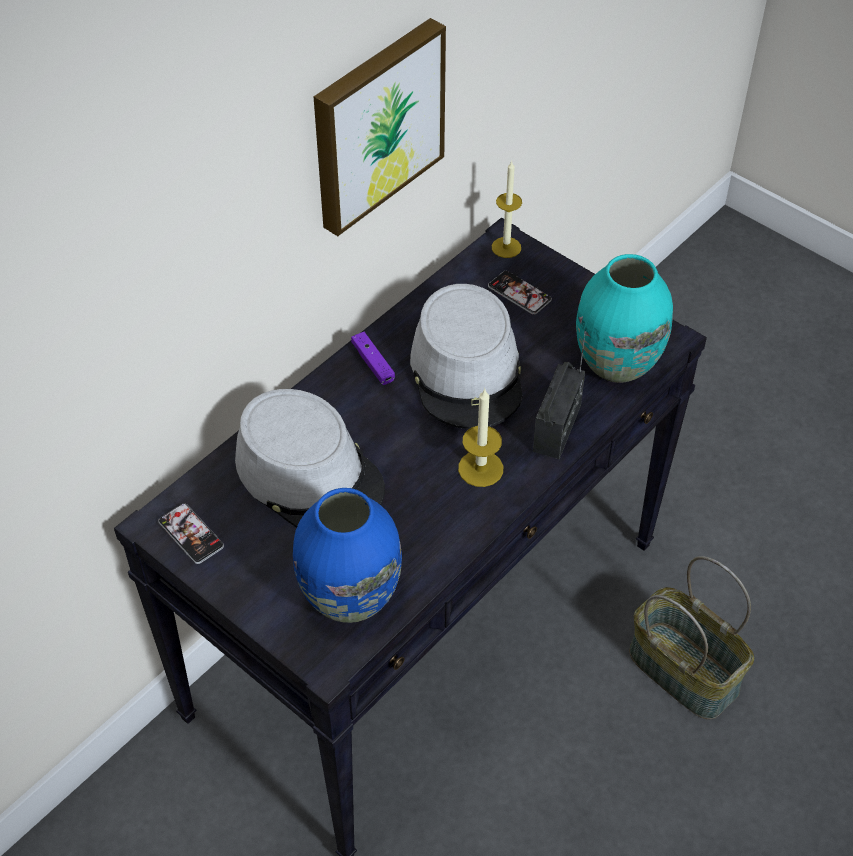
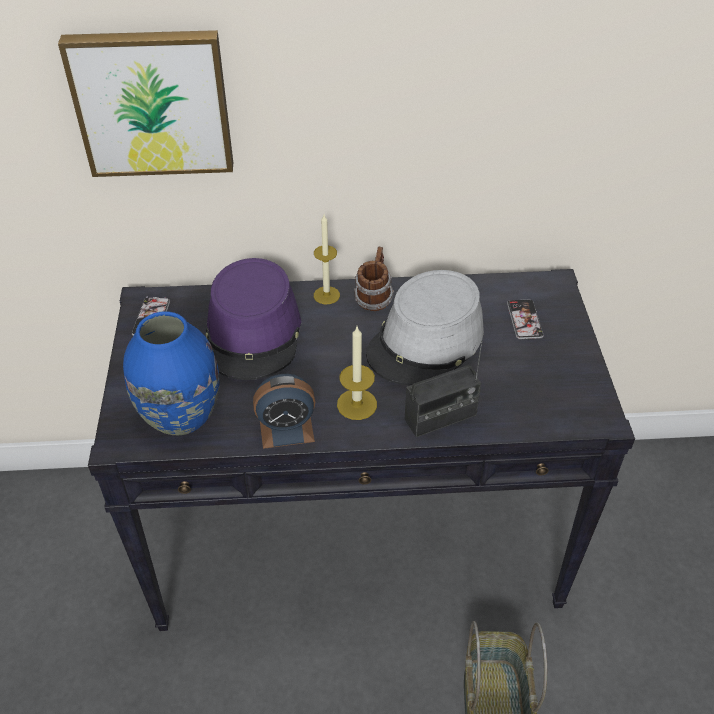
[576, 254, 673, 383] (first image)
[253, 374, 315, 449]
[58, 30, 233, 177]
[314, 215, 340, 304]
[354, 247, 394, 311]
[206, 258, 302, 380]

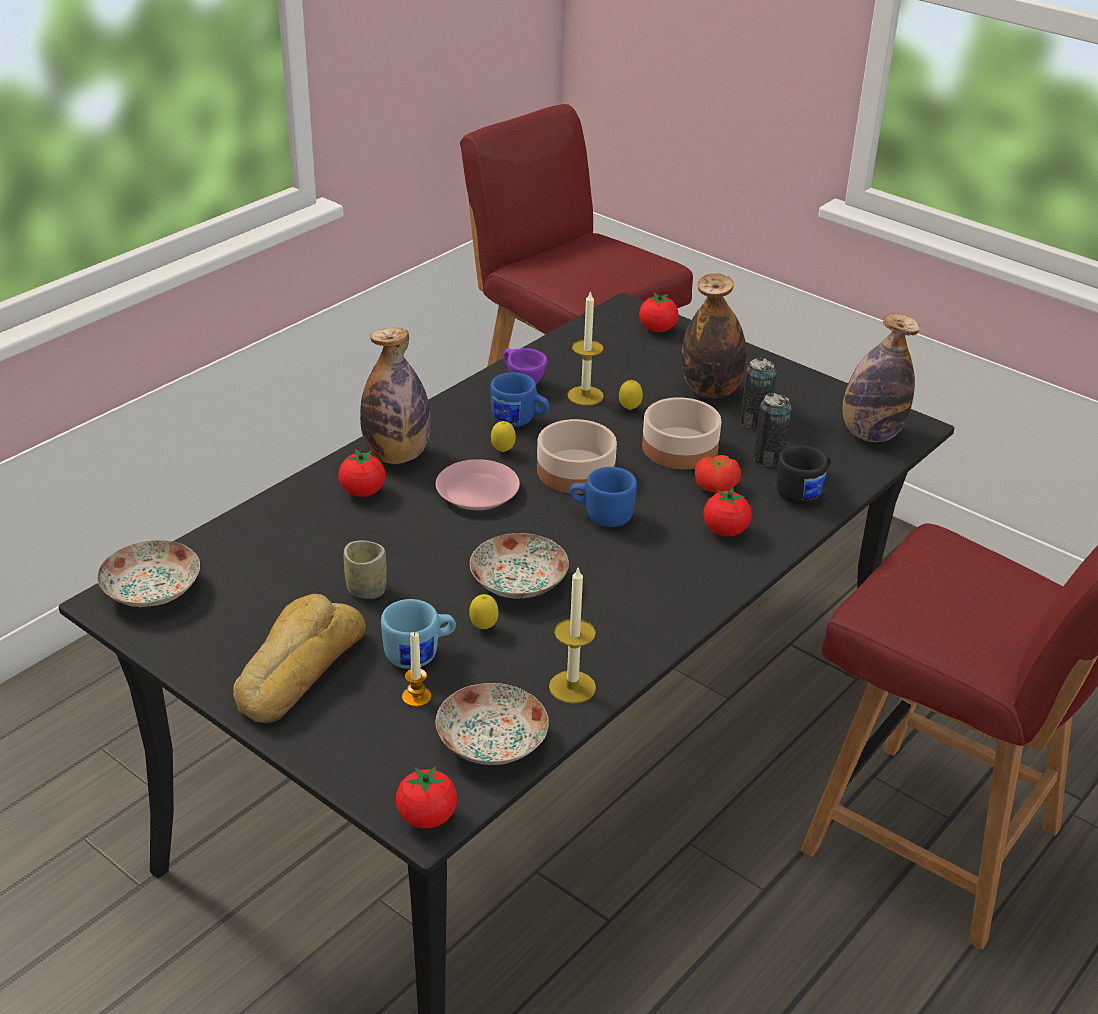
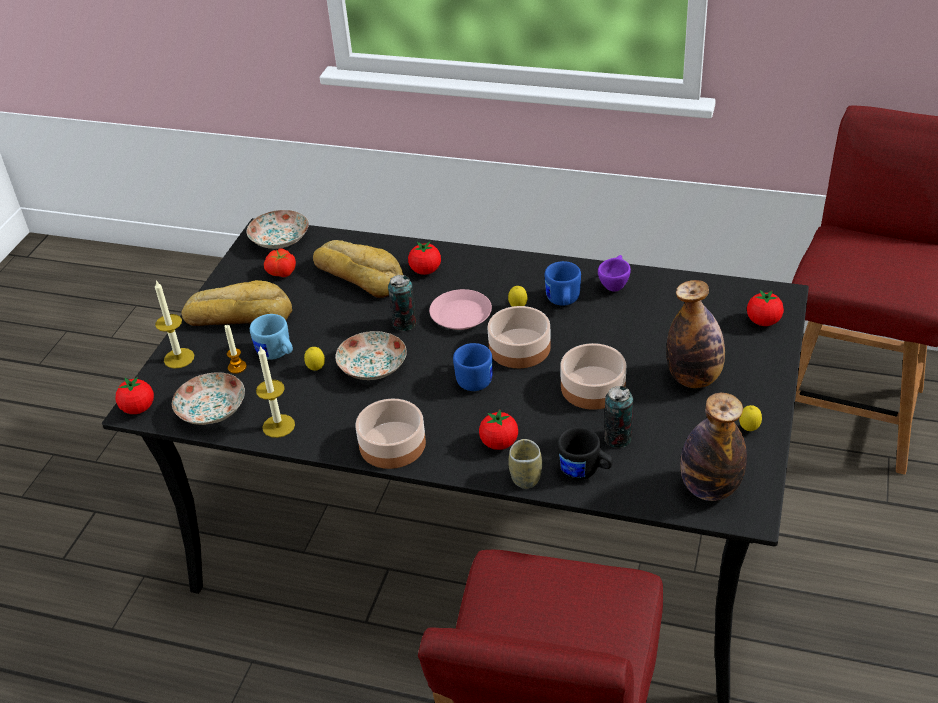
[360, 328, 431, 464] (first image)
[313, 240, 403, 298]
[355, 399, 426, 469]
[508, 439, 542, 489]
[155, 280, 194, 369]
[739, 405, 762, 431]
[264, 248, 296, 277]
[388, 275, 417, 331]

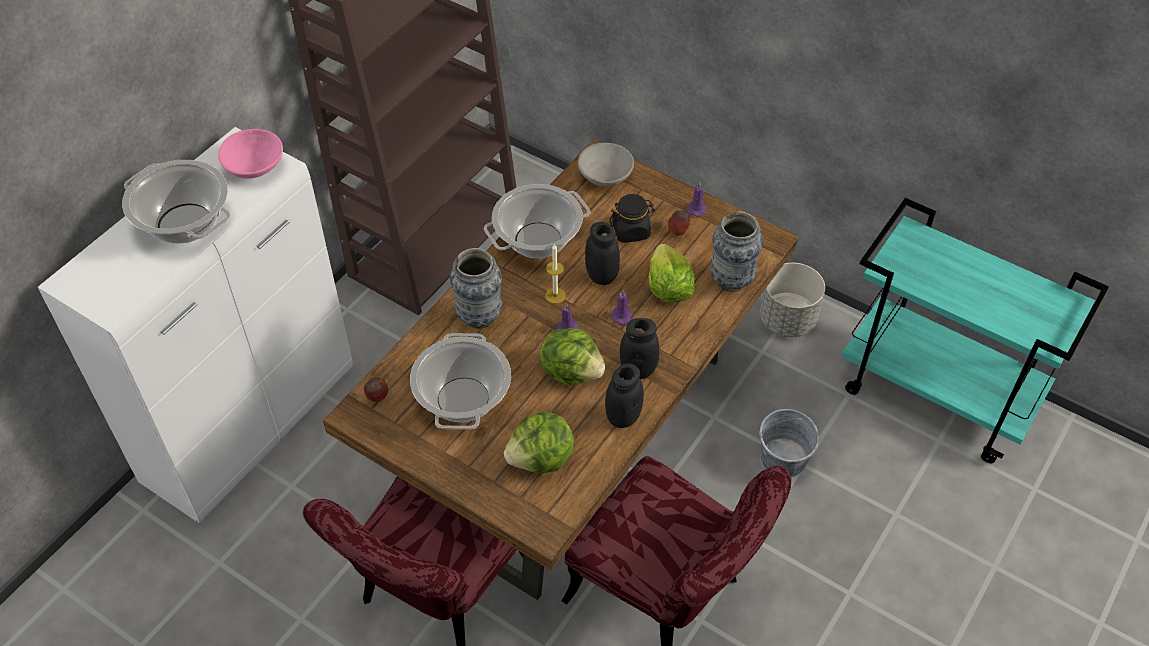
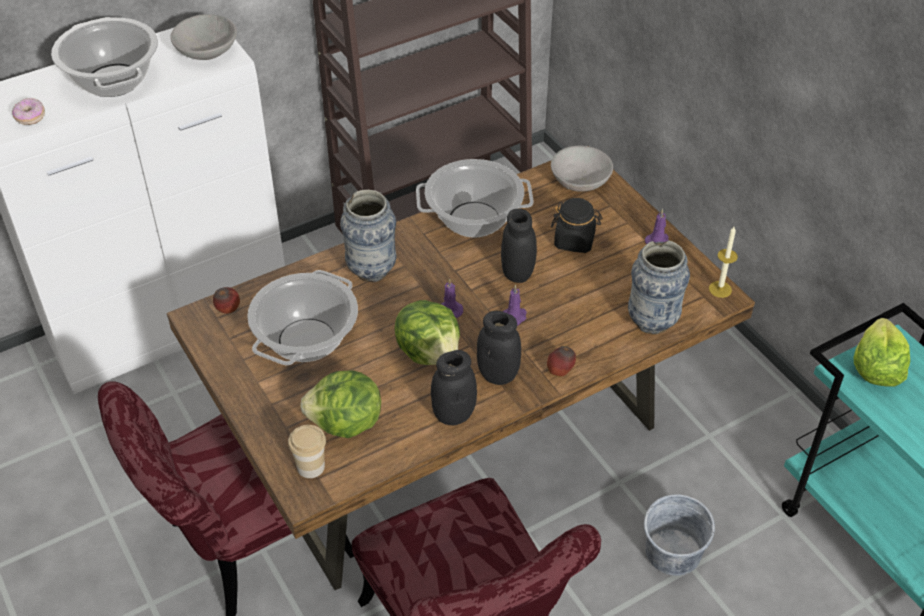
[760, 263, 825, 337] (first image)
[12, 98, 45, 125]
[288, 425, 326, 478]
[709, 227, 738, 298]
[854, 318, 910, 387]
[547, 346, 576, 377]
[170, 14, 237, 60]

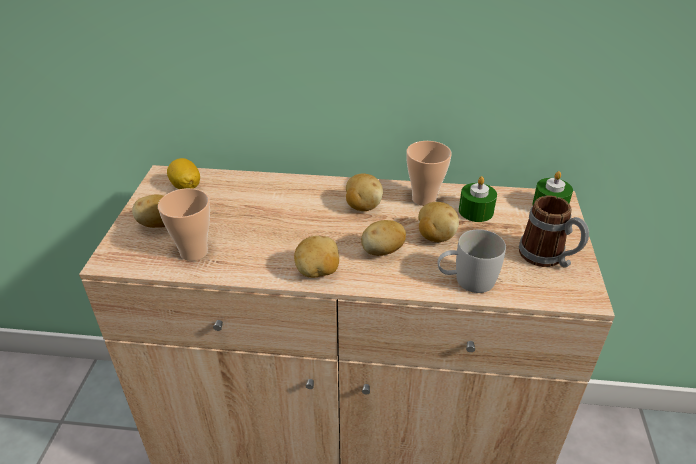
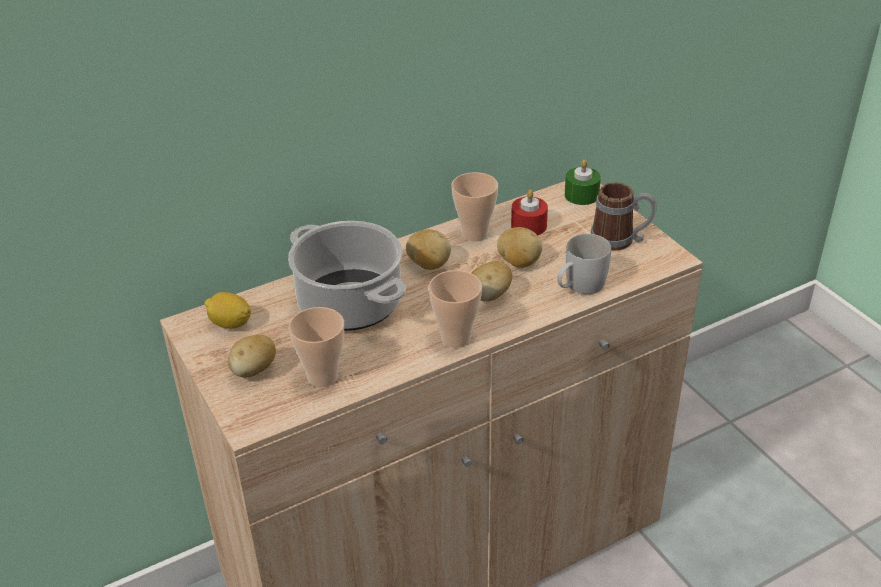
[288, 221, 406, 331]
[429, 270, 482, 348]
[511, 190, 548, 236]

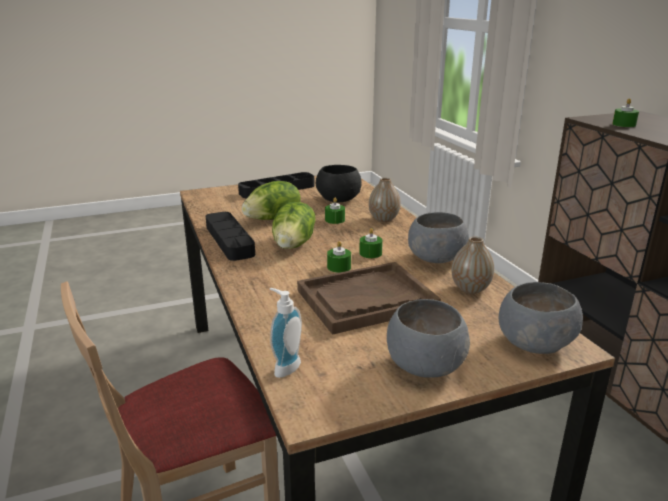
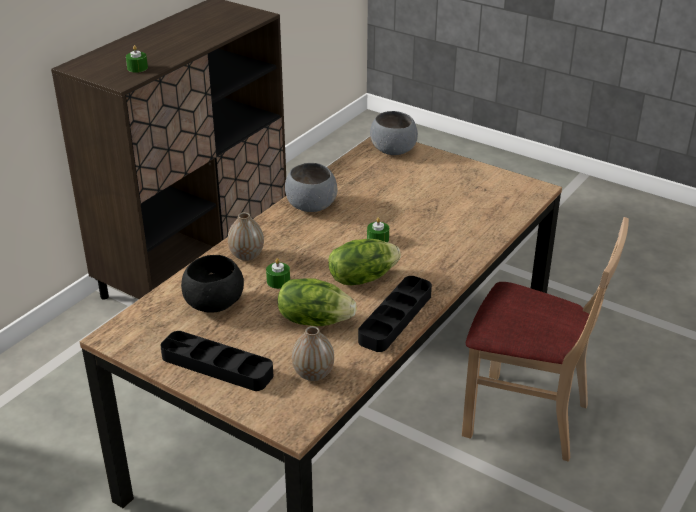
[270, 288, 302, 378] (first image)
[297, 262, 441, 335] (first image)
[359, 228, 383, 258] (first image)
[387, 299, 470, 378] (first image)
[292, 326, 334, 381]

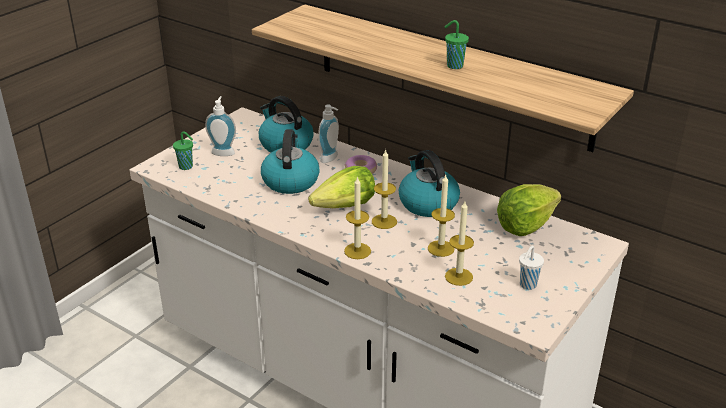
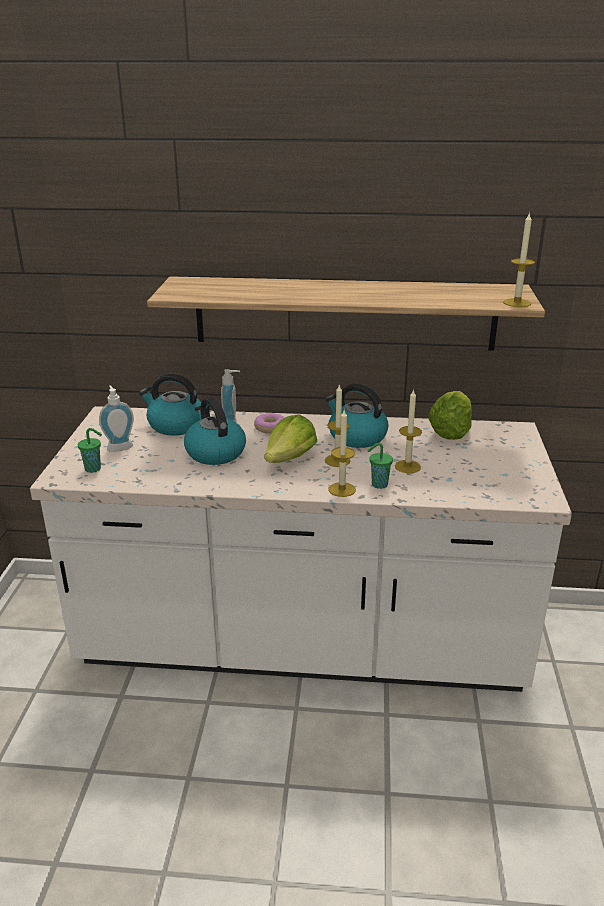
[519, 246, 544, 290] (first image)
[367, 443, 393, 489]
[503, 212, 535, 307]

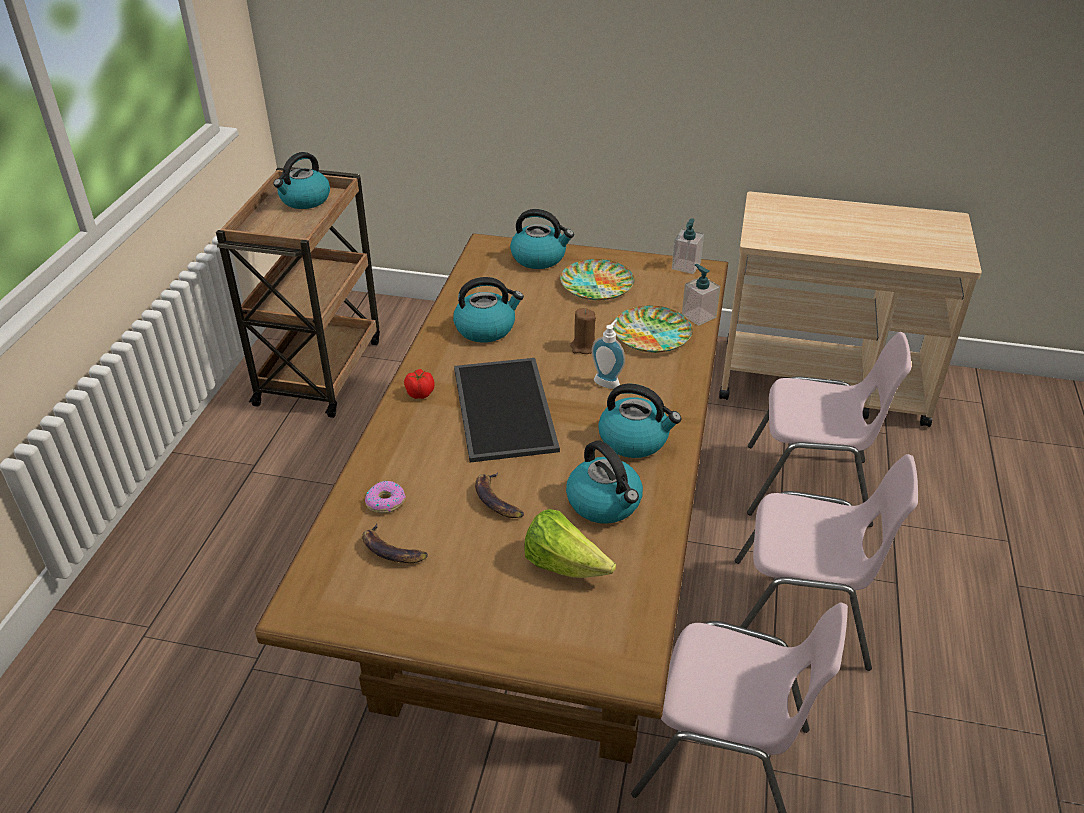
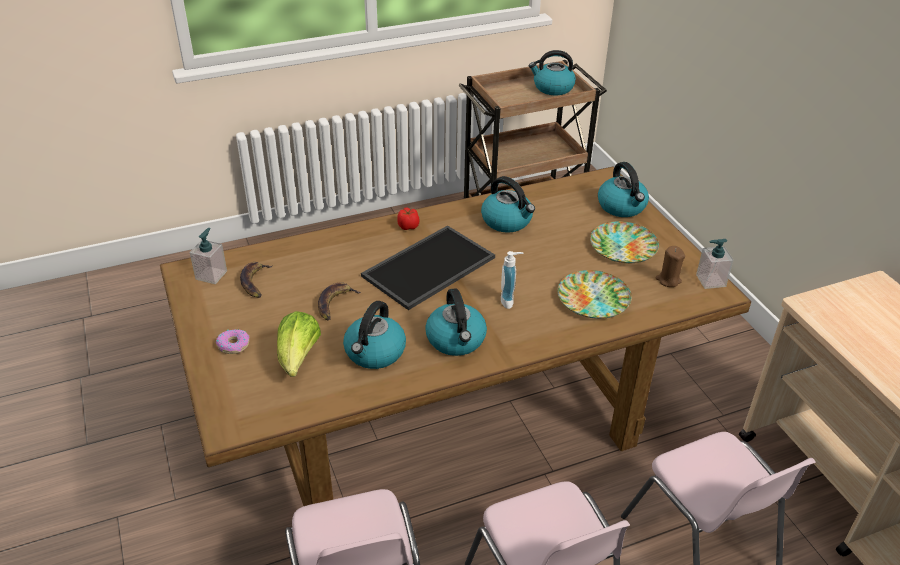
[216, 329, 249, 354]
[655, 246, 685, 287]
[190, 228, 227, 284]

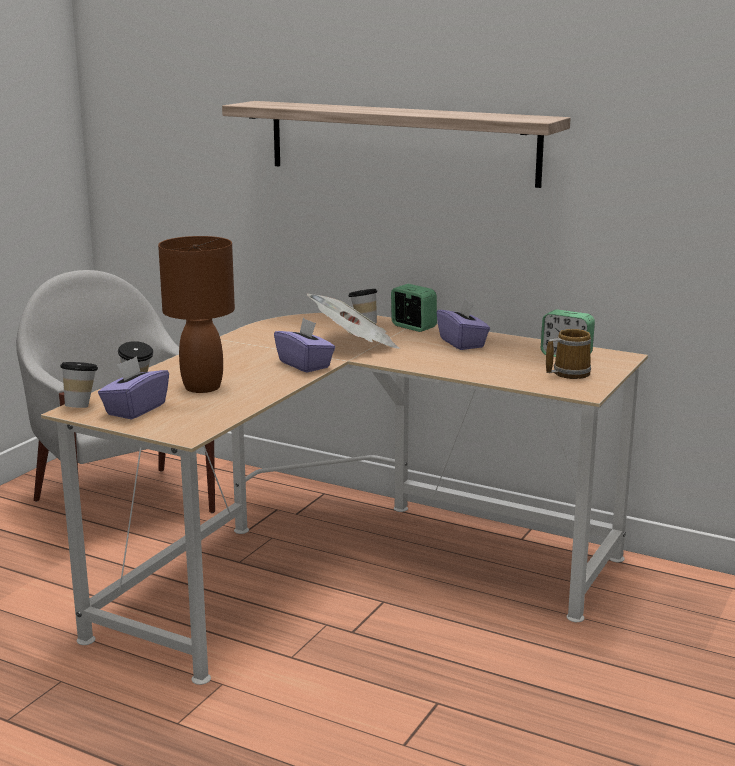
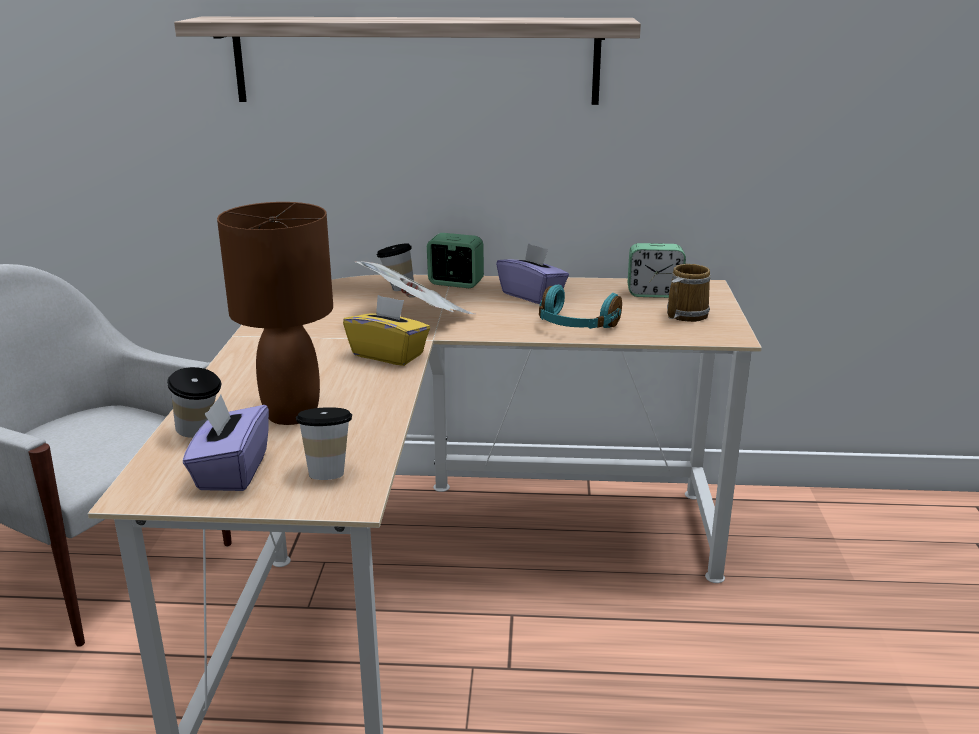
[539, 285, 622, 329]
[296, 407, 352, 480]
[343, 295, 430, 366]

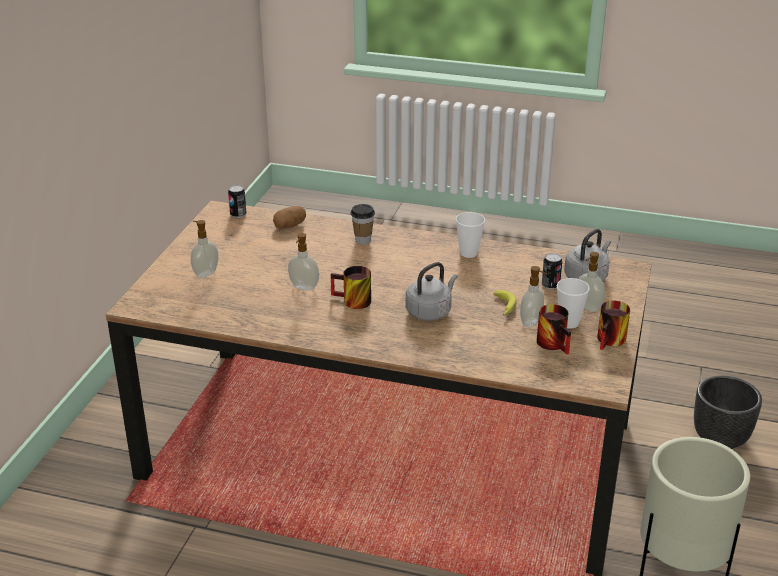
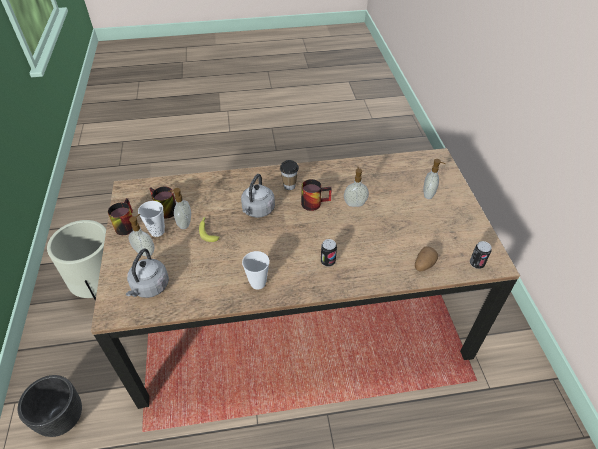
[280, 160, 299, 190]
[321, 239, 337, 267]

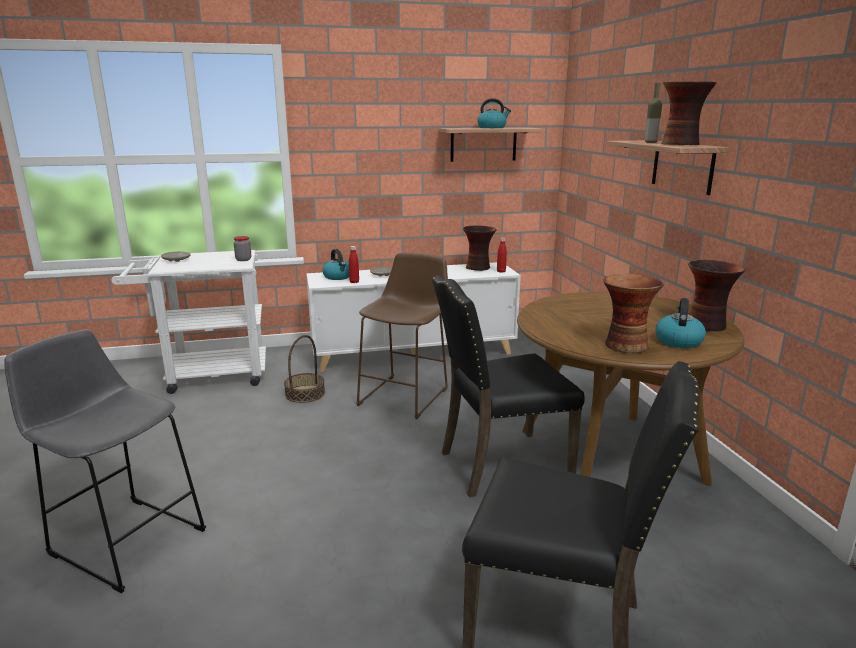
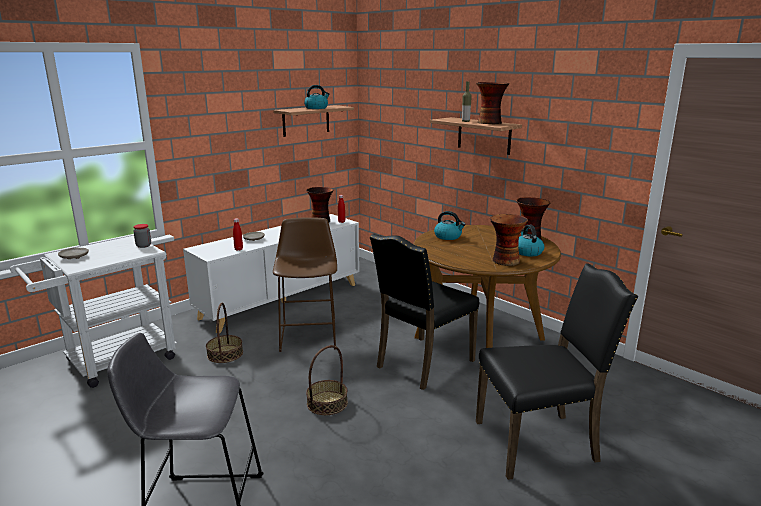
[306, 345, 348, 415]
[434, 211, 466, 240]

